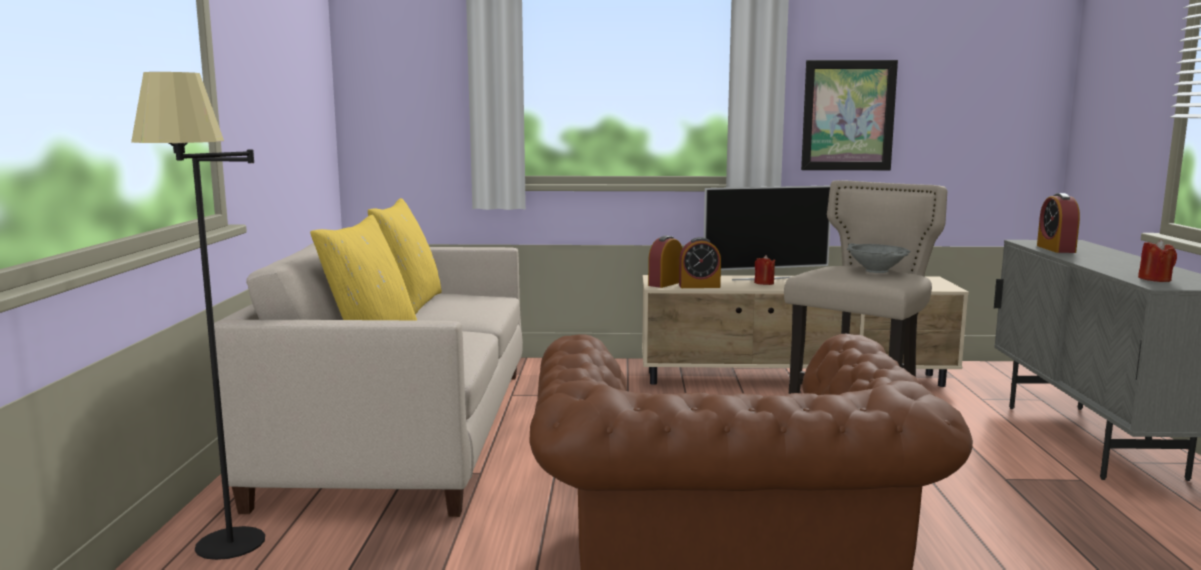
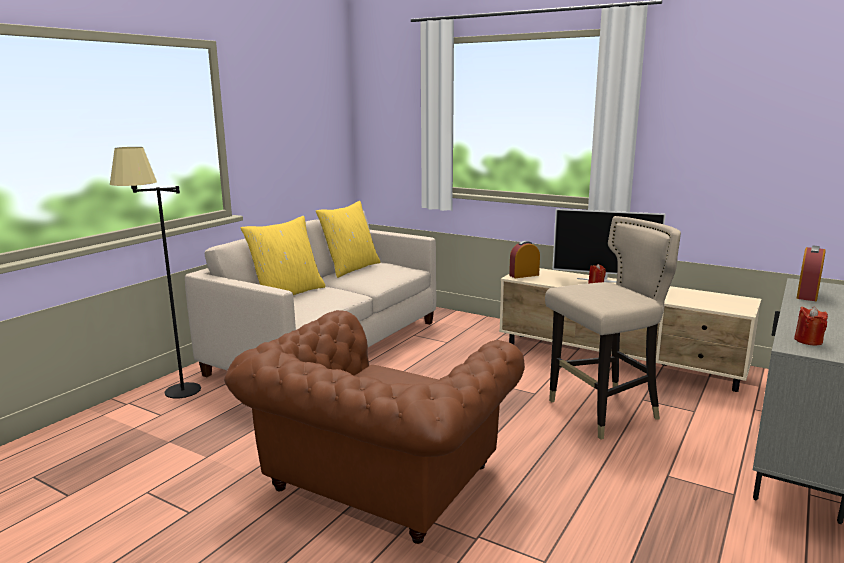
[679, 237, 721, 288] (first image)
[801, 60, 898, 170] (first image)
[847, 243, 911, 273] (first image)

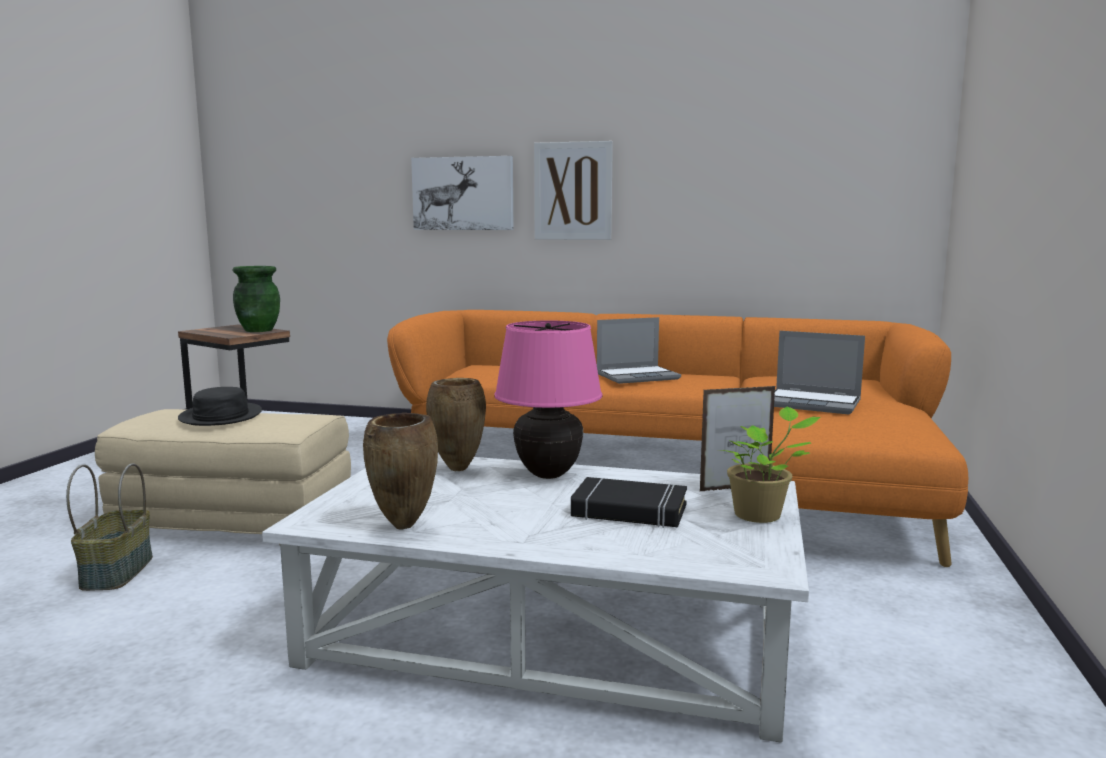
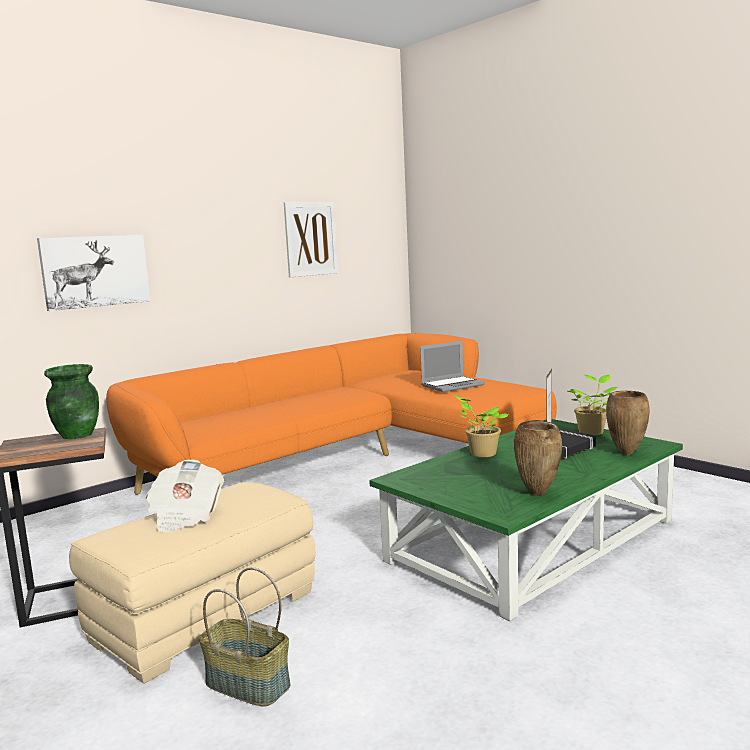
[597, 317, 681, 384] (first image)
[606, 391, 649, 455]
[284, 202, 338, 277]
[146, 459, 224, 532]
[453, 394, 509, 457]
[369, 419, 683, 621]

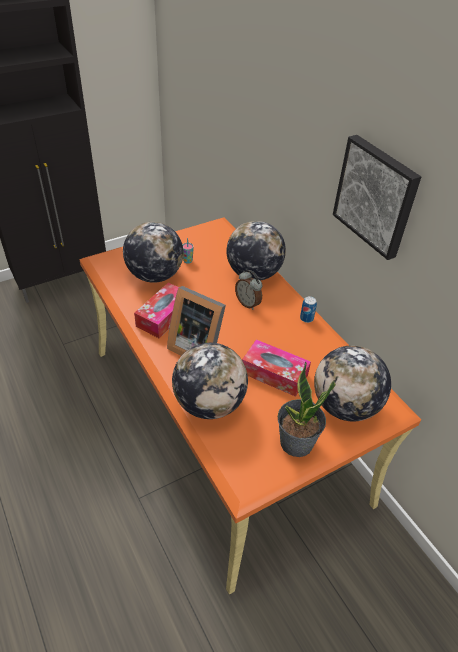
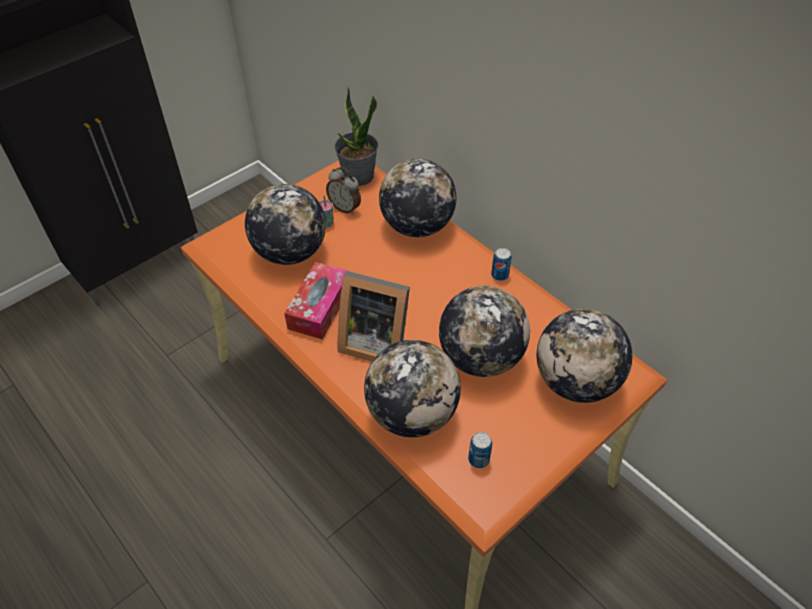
[333, 135, 421, 260] (first image)
[468, 432, 492, 468]
[326, 167, 361, 214]
[335, 88, 378, 186]
[439, 286, 530, 377]

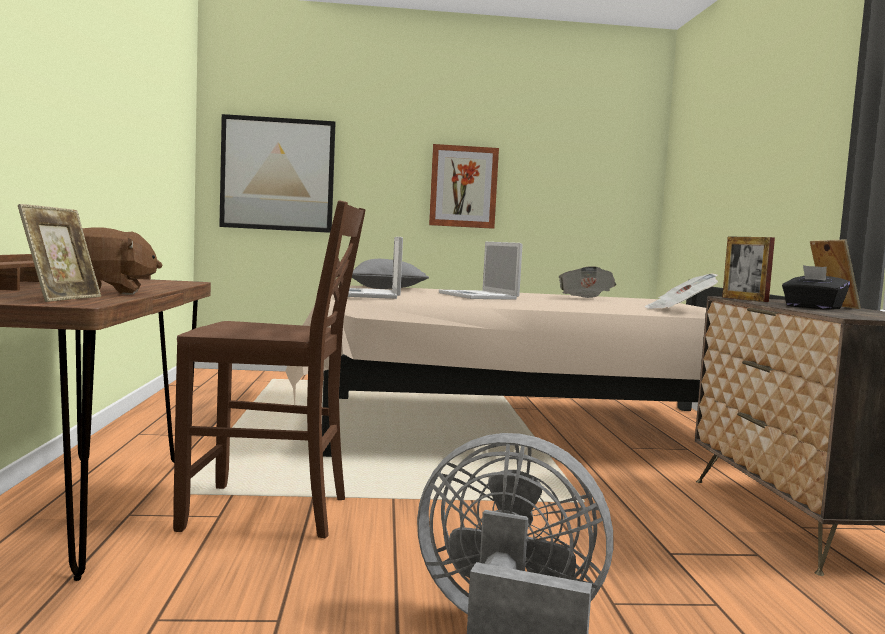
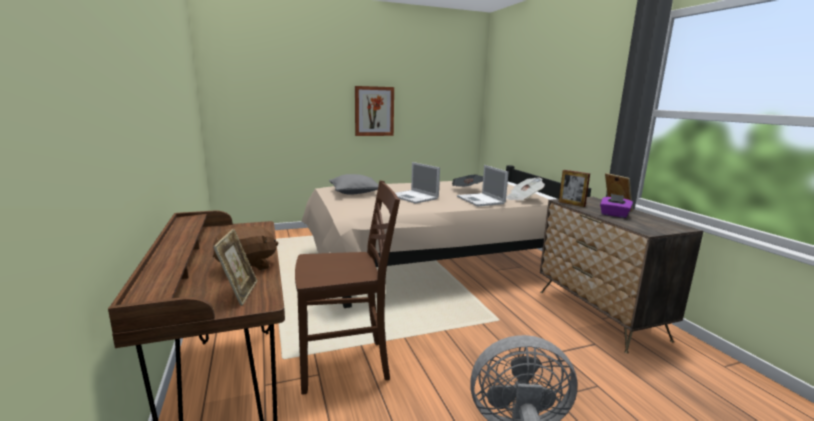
[219, 114, 336, 233] (first image)
[457, 165, 509, 206]
[600, 194, 633, 218]

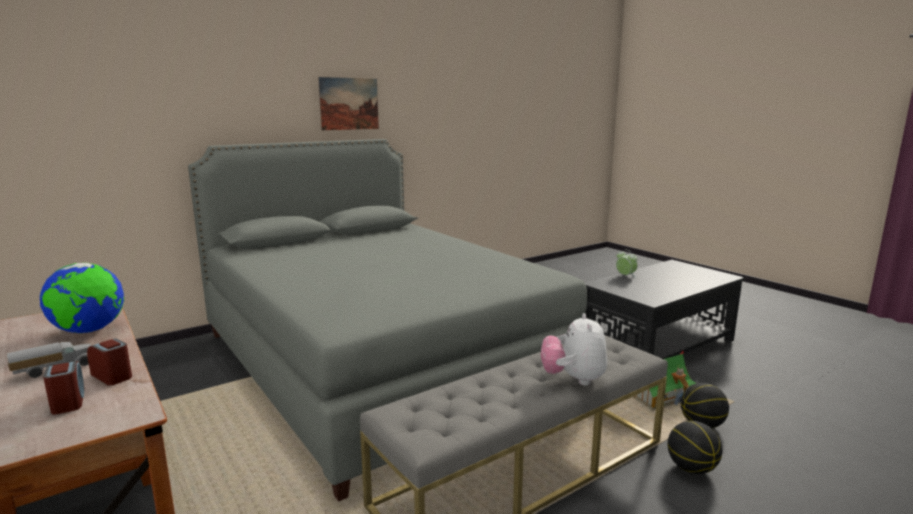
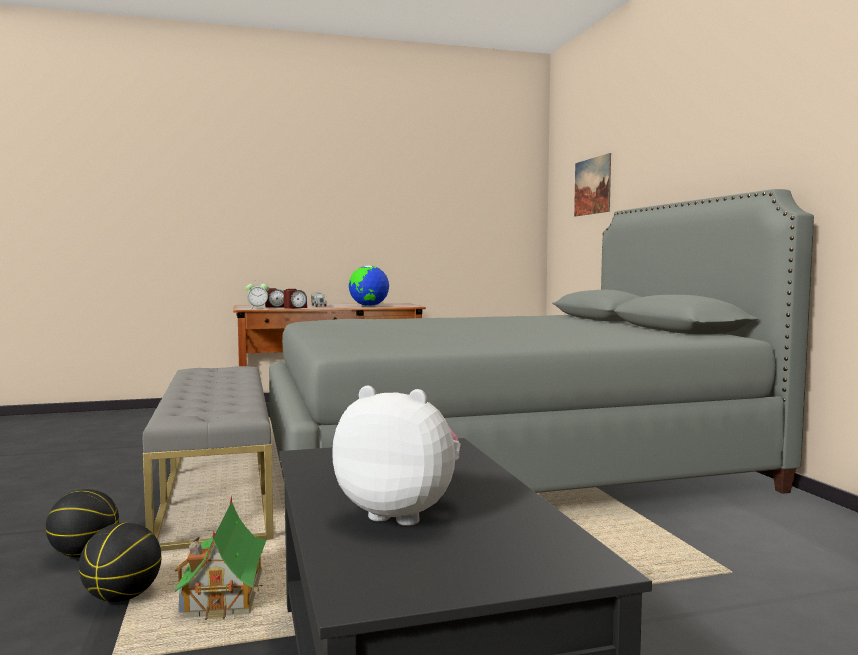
[574, 153, 611, 216]
[332, 386, 460, 526]
[245, 280, 269, 309]

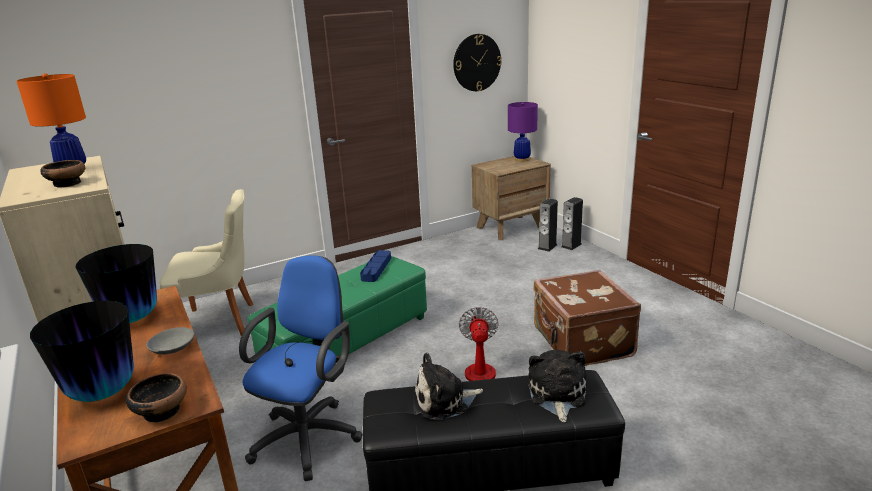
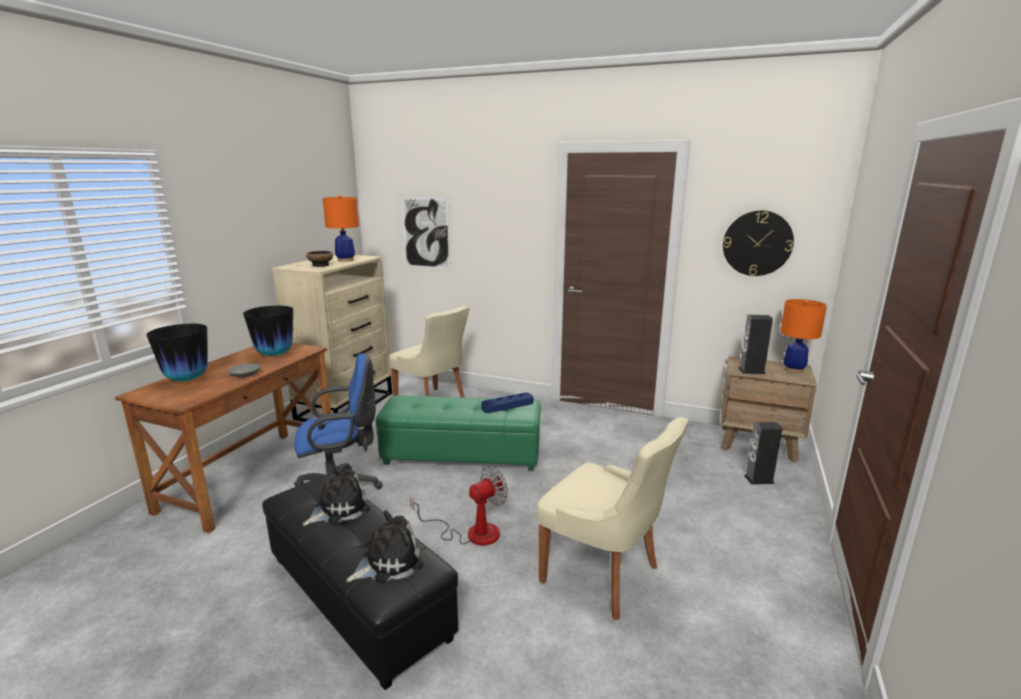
[126, 373, 187, 423] (first image)
[401, 197, 450, 269]
[738, 315, 773, 374]
[537, 417, 689, 620]
[780, 299, 827, 373]
[303, 465, 370, 526]

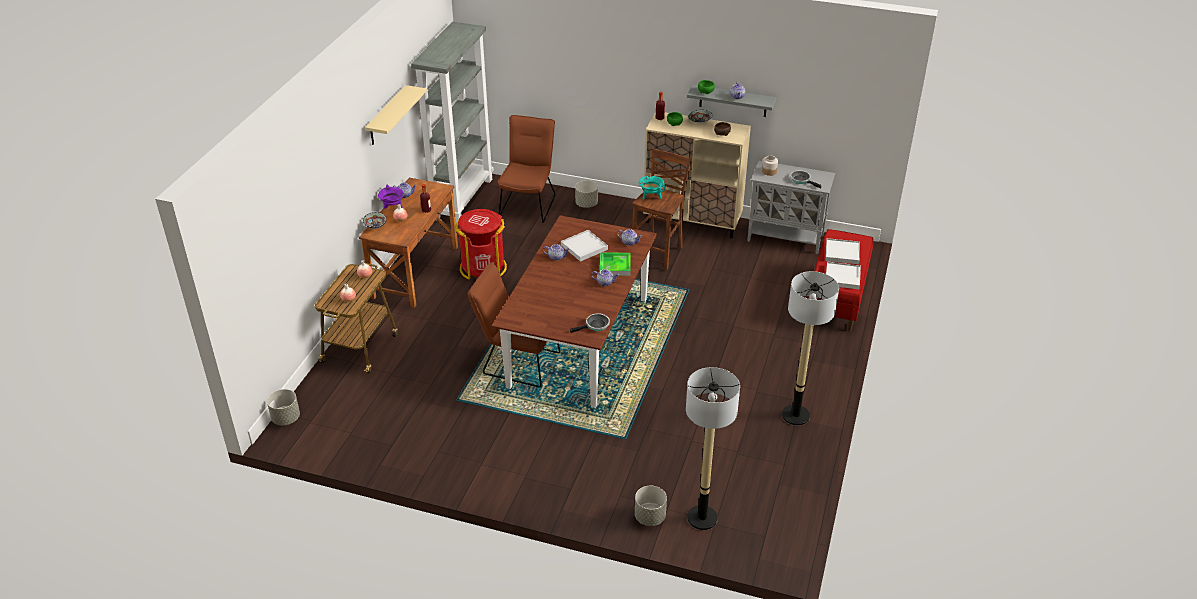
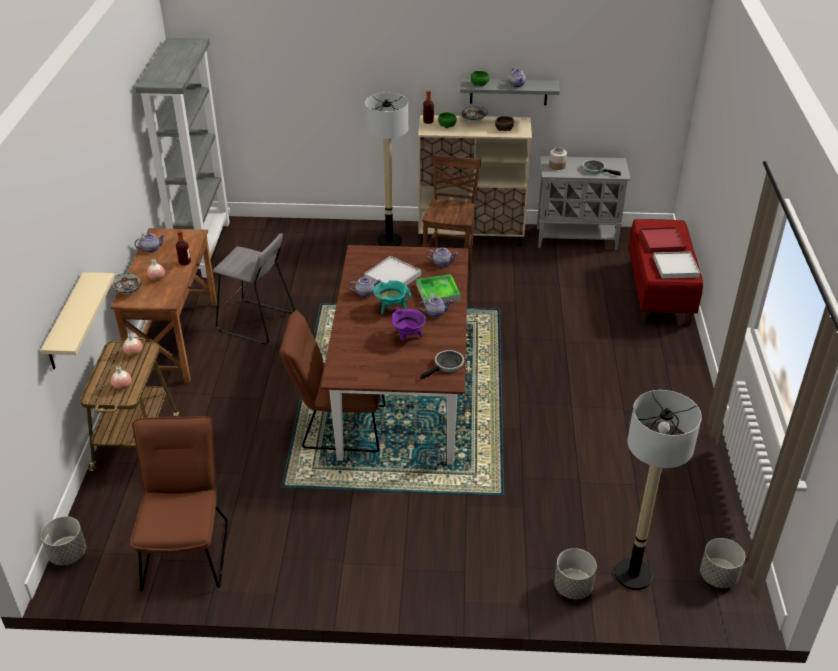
[41, 272, 115, 370]
[392, 307, 426, 340]
[130, 416, 228, 591]
[700, 538, 745, 588]
[374, 280, 411, 314]
[365, 93, 408, 246]
[213, 233, 295, 344]
[640, 227, 686, 253]

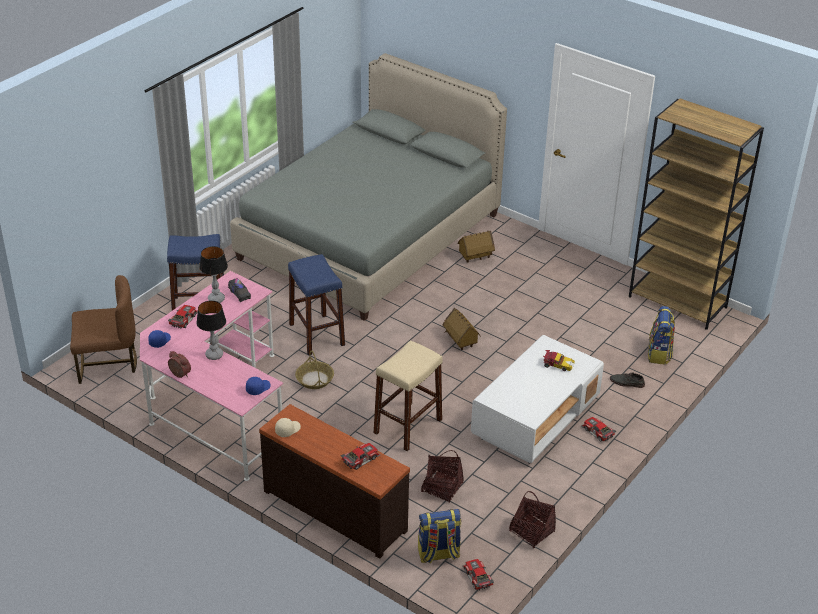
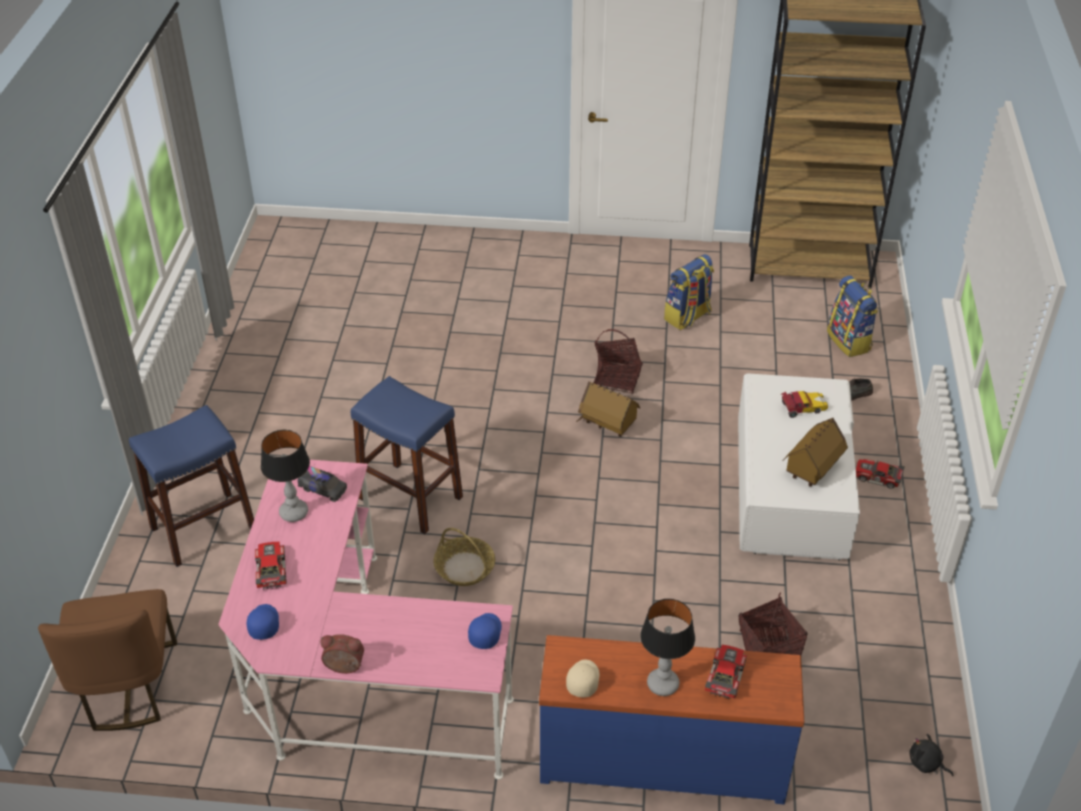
[230, 53, 507, 321] (first image)
[373, 340, 443, 451] (first image)
[640, 599, 695, 696]
[664, 254, 714, 330]
[783, 418, 848, 486]
[594, 329, 643, 394]
[909, 734, 954, 776]
[539, 635, 804, 804]
[38, 589, 177, 731]

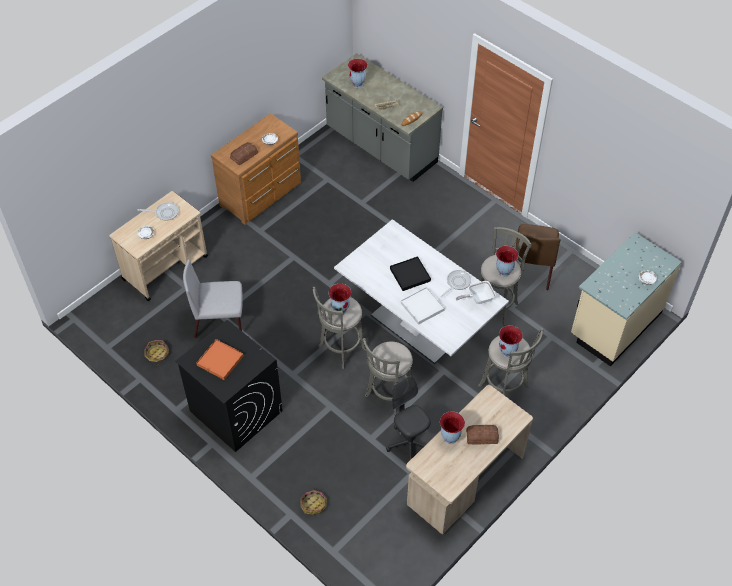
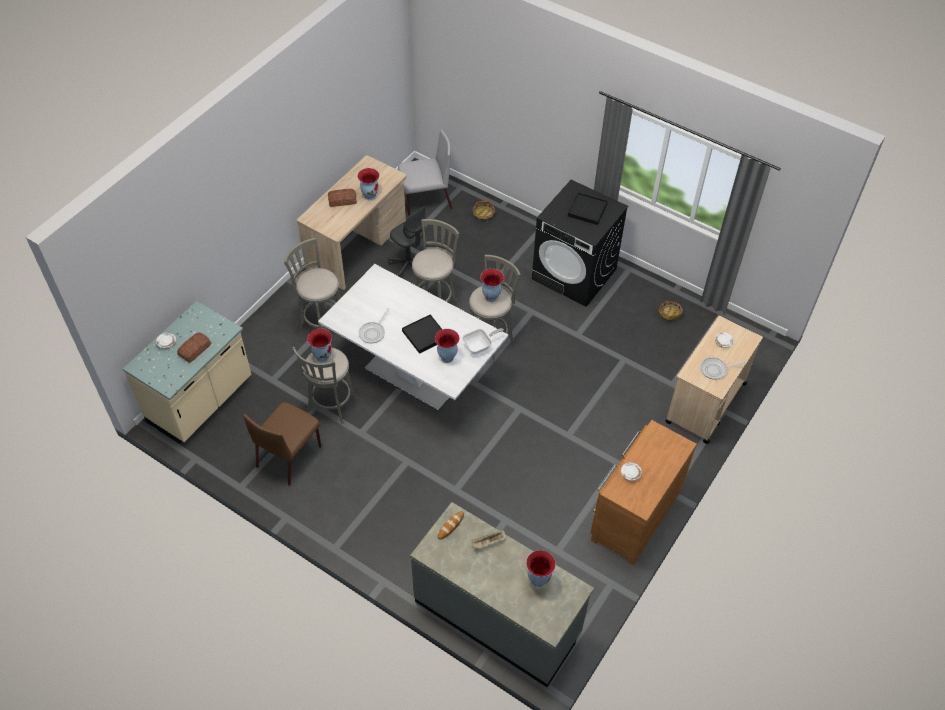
[401, 287, 445, 325] (first image)
[398, 129, 453, 216]
[177, 333, 211, 363]
[462, 328, 504, 354]
[435, 329, 460, 363]
[568, 193, 607, 225]
[243, 402, 322, 486]

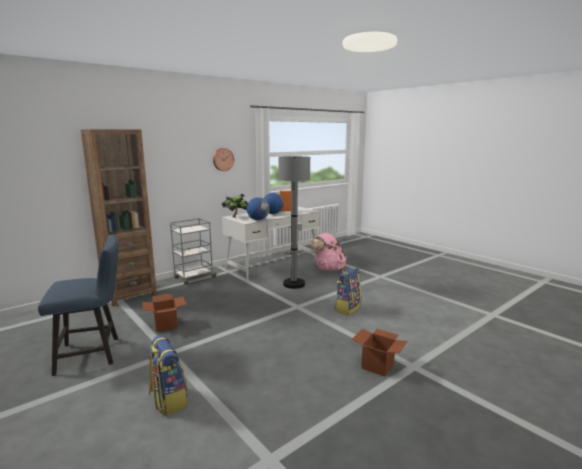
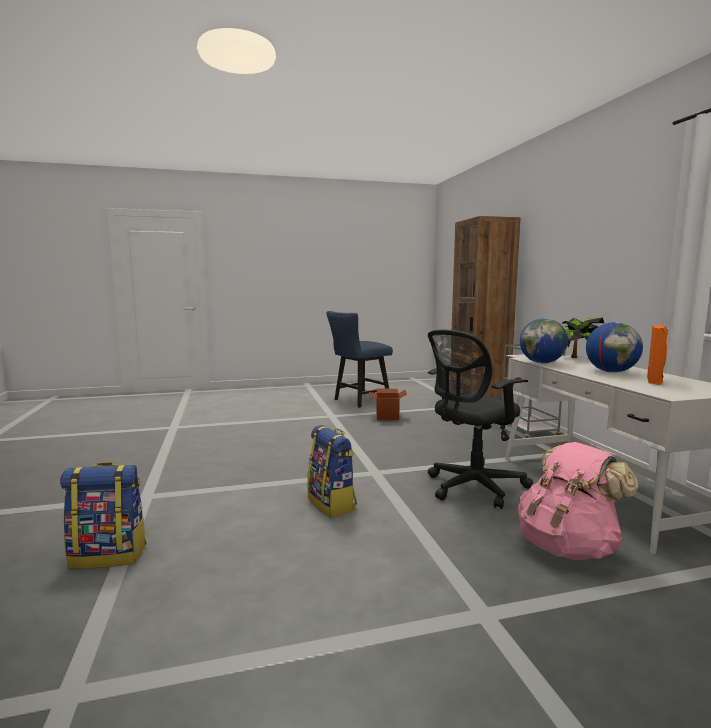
[213, 148, 234, 171] (first image)
[351, 329, 408, 377] (first image)
[60, 462, 147, 569]
[428, 330, 533, 509]
[326, 311, 393, 408]

